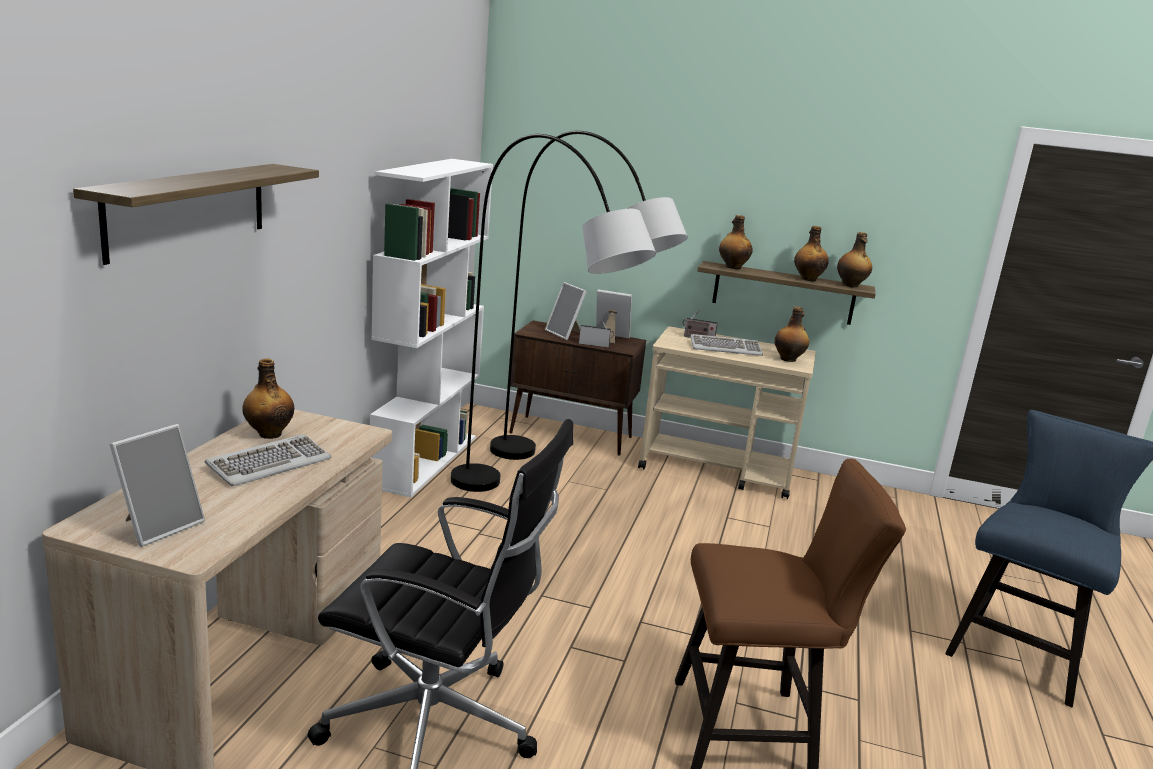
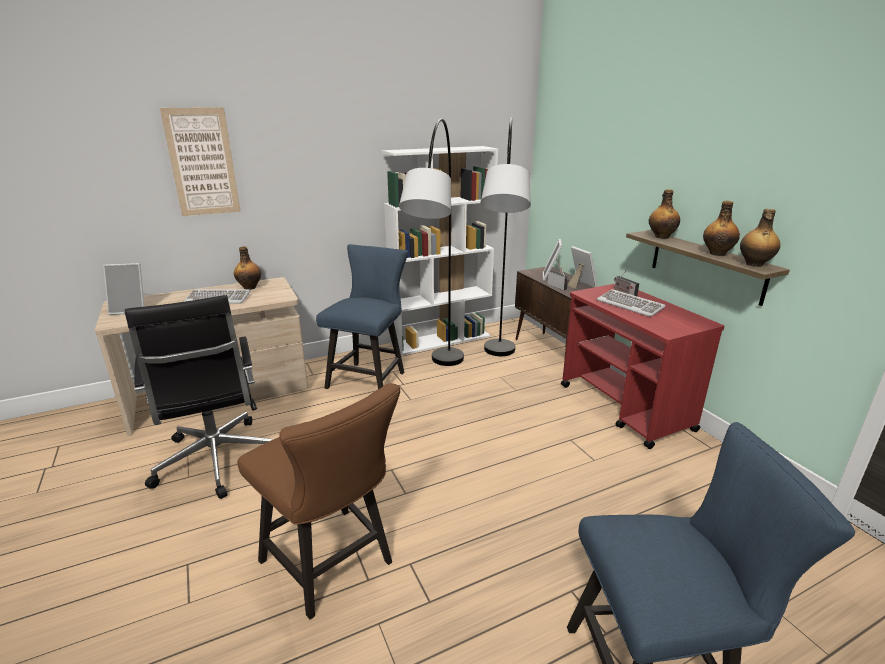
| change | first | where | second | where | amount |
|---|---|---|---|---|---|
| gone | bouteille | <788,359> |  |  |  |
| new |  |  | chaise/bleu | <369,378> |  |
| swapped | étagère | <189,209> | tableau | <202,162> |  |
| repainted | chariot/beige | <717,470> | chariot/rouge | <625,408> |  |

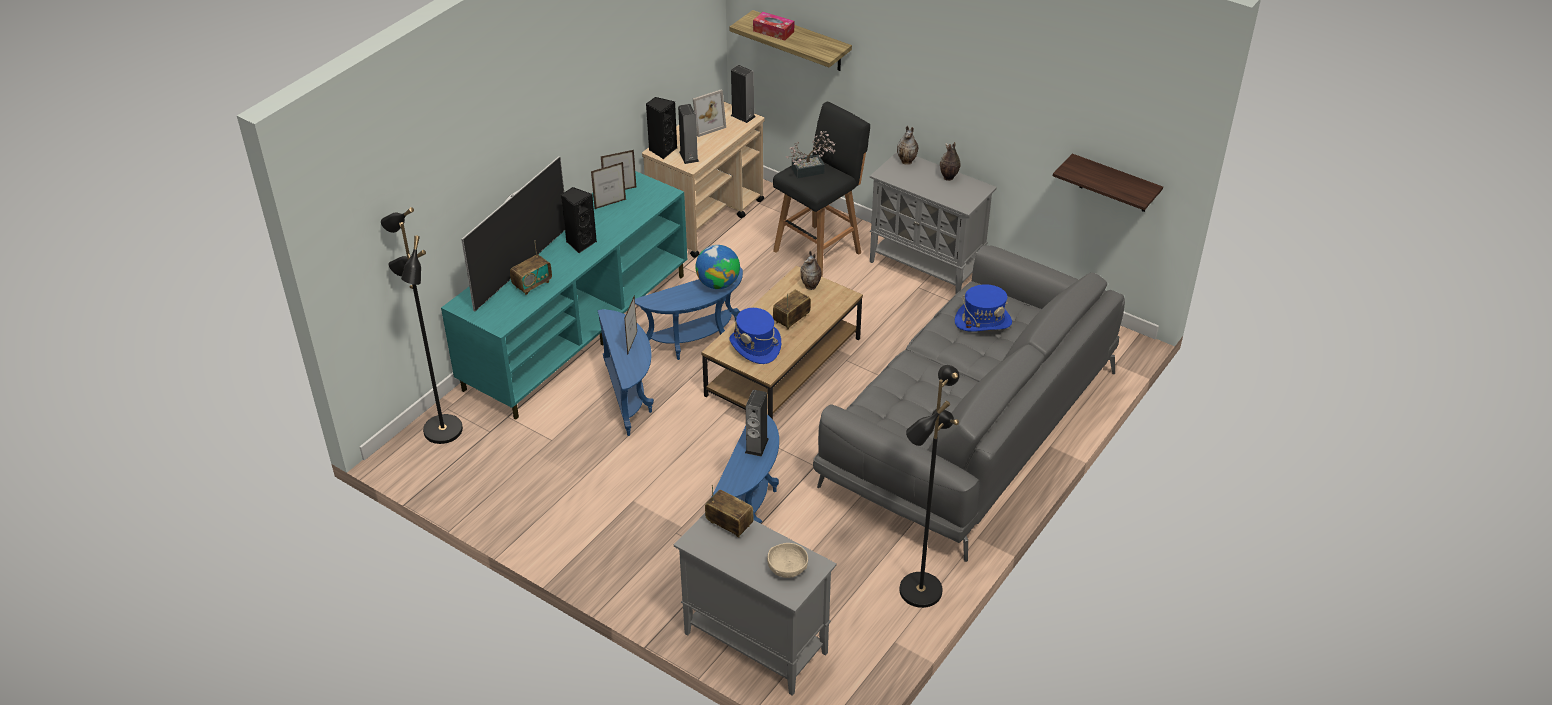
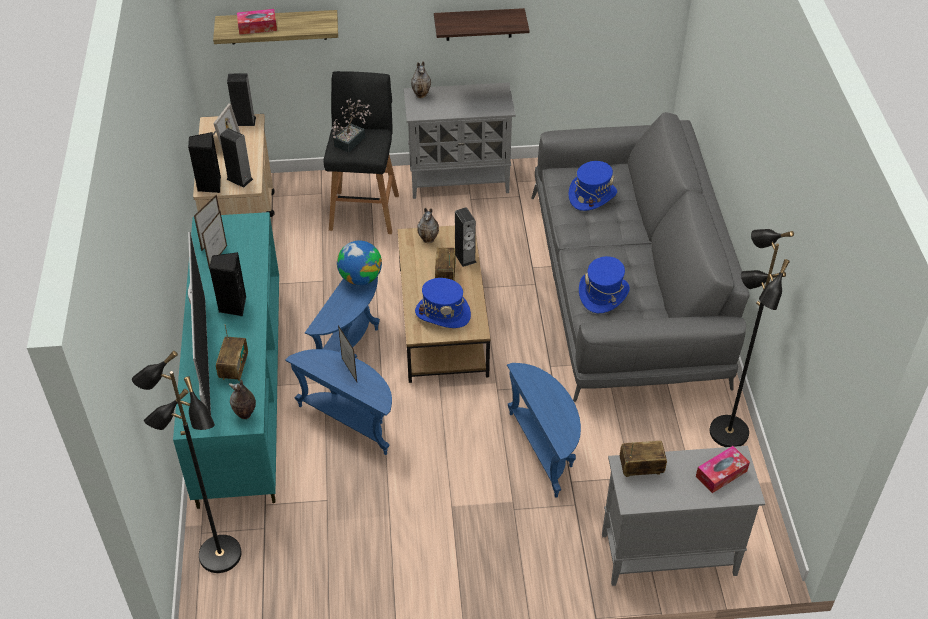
| change | first | where | second | where | amount |
|---|---|---|---|---|---|
| new |  |  | chapeau/bleu | <603,294> |  |
| shifted | enceinte | <756,446> |  | <465,257> |  |
| shifted | vase | <948,178> |  | <245,414> |  |
| shifted | étagère | <1114,184> |  | <479,24> |  |
| swapped | bol/beige | <787,568> | boîte à mouchoirs | <721,474> |  |

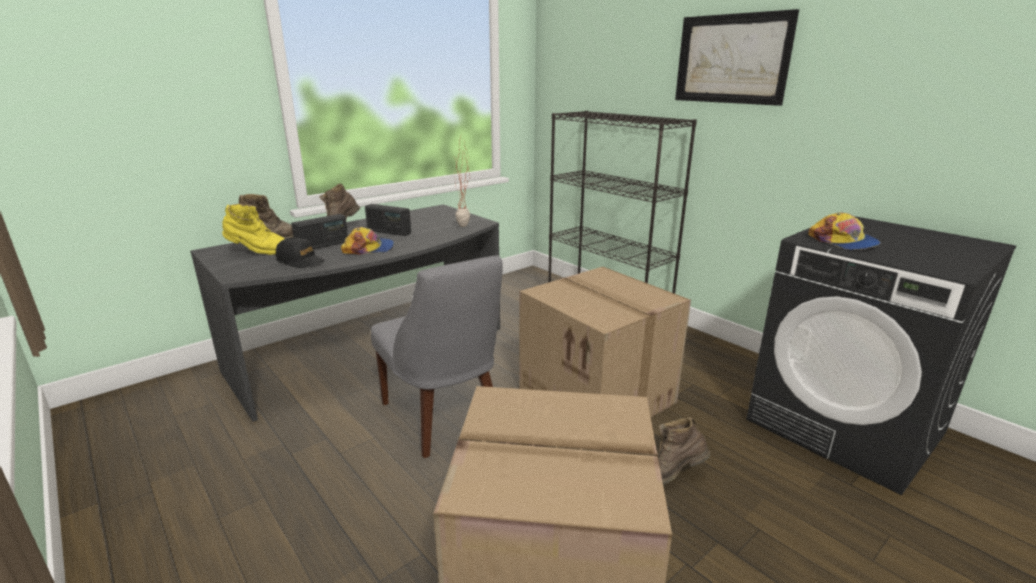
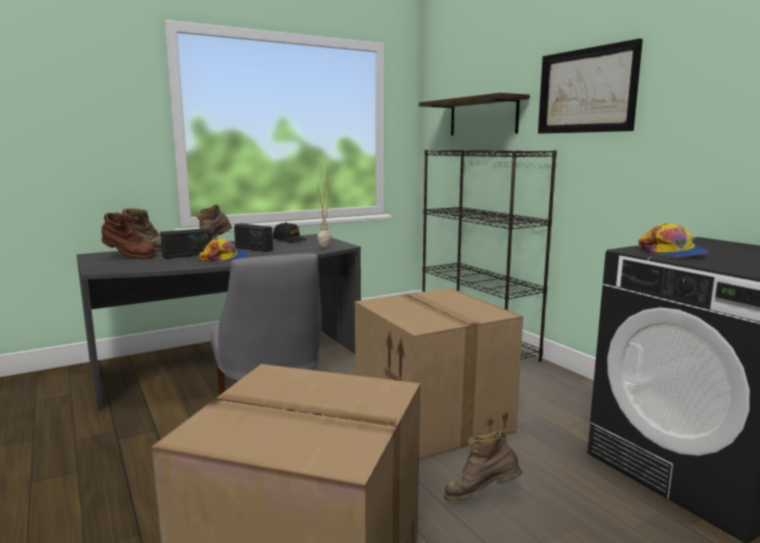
| change | first | where | second | where | amount |
|---|---|---|---|---|---|
| new |  |  | étagère | <483,117> |  |
| shifted | casquette/noir | <301,261> |  | <289,239> |  |
| repainted | botte/jaune | <257,252> | botte/marron | <129,257> |  |

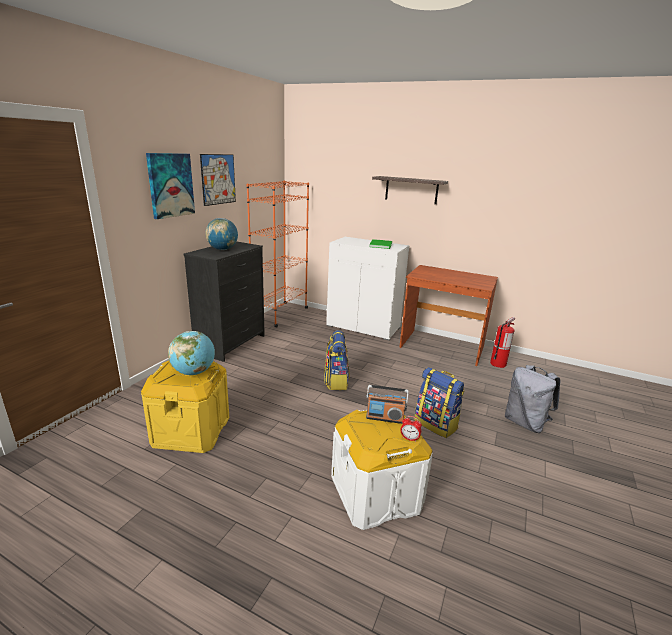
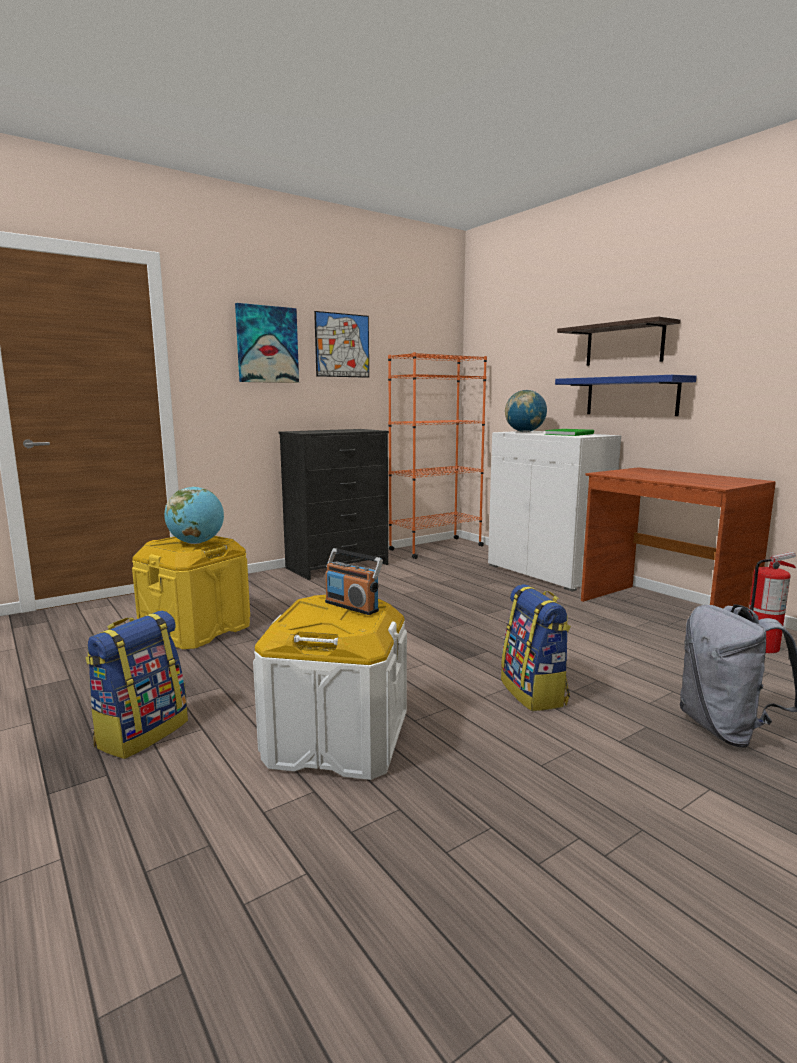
| change | first | where | second | where | amount |
|---|---|---|---|---|---|
| gone | réveil | <409,439> |  |  |  |
| new |  |  | étagère/bleu | <631,396> |  |
| shifted | globe | <222,249> |  | <524,432> |  |
| shifted | sac à dos | <336,381> |  | <142,733> |  |

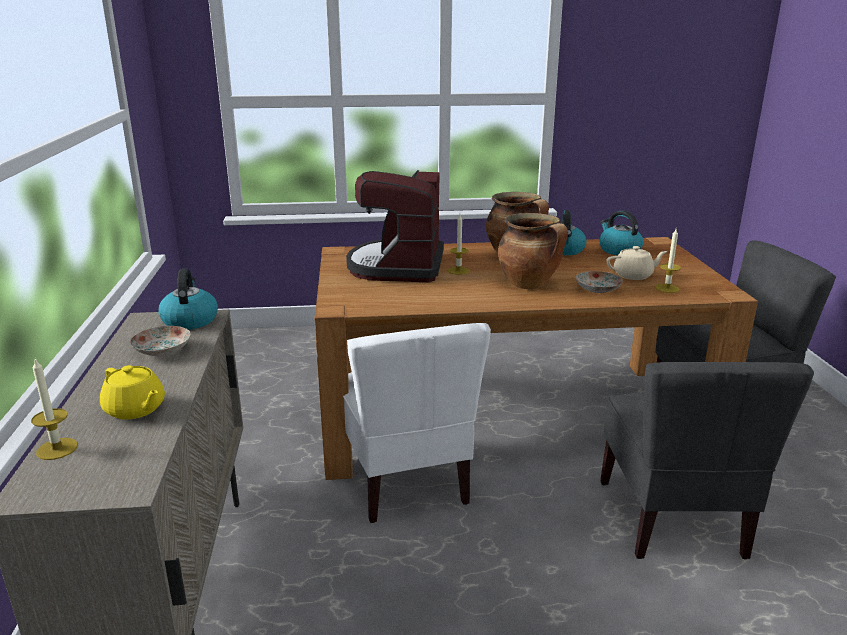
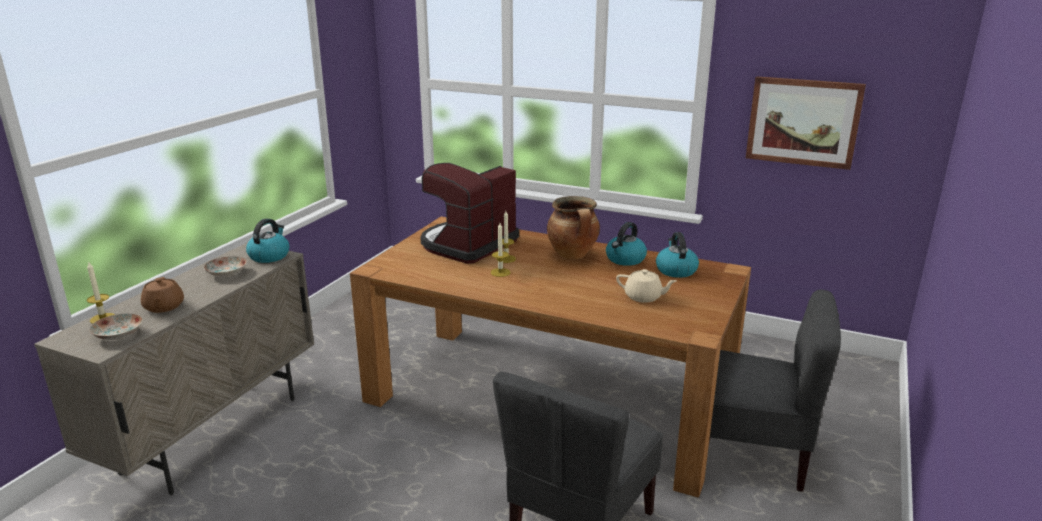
| change | first | where | second | where | amount |
|---|---|---|---|---|---|
| gone | chaise/blanc | <405,481> |  |  |  |
| gone | marmite | <530,284> |  |  |  |
| new |  |  | tableau | <803,122> |  |
| shifted | assiette | <597,290> |  | <118,335> |  |
| shifted | bougie | <667,288> |  | <500,272> |  |
| repainted | théière/jaune | <135,409> | théière/marron | <163,307> |  |

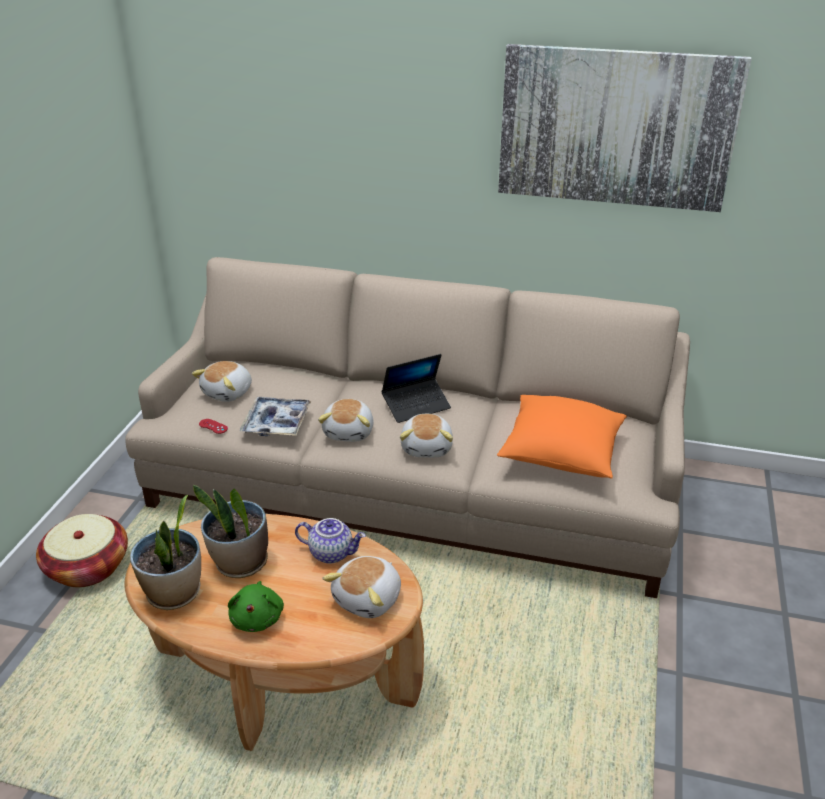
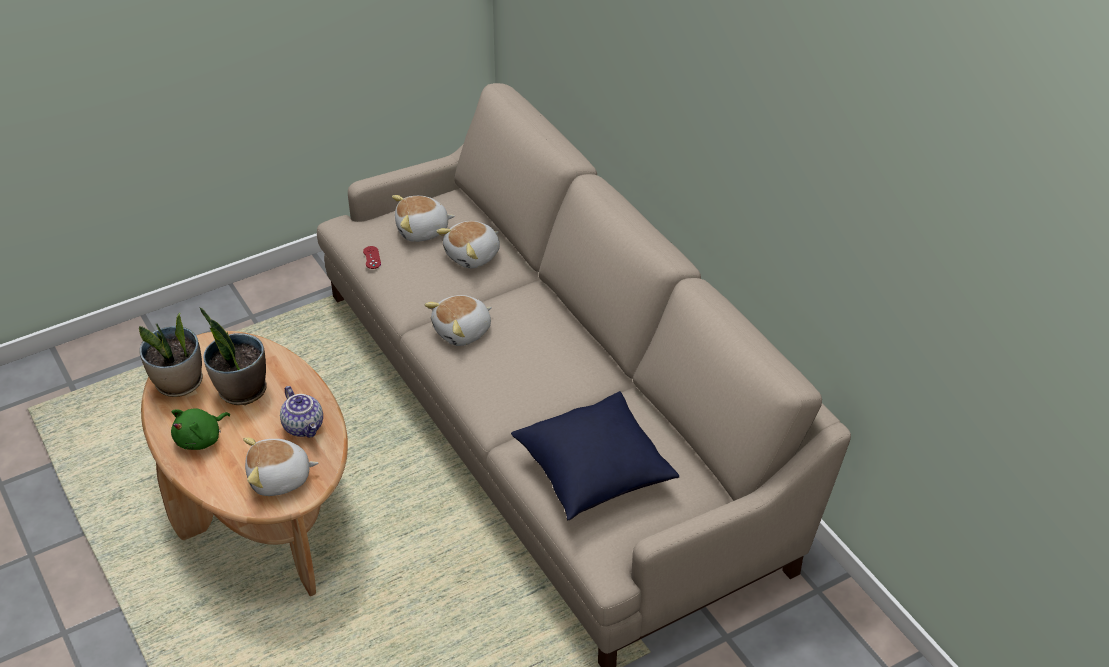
| change | first | where | second | where | amount |
|---|---|---|---|---|---|
| gone | panier | <88,567> |  |  |  |
| gone | plateau | <276,423> |  |  |  |
| gone | ordinateur portable | <416,406> |  |  |  |
| gone | tableau | <616,128> |  |  |  |
| shifted | peluche | <427,447> |  | <473,256> |  |
| repainted | coussin/orange | <561,454> | coussin/bleu | <593,472> |  |

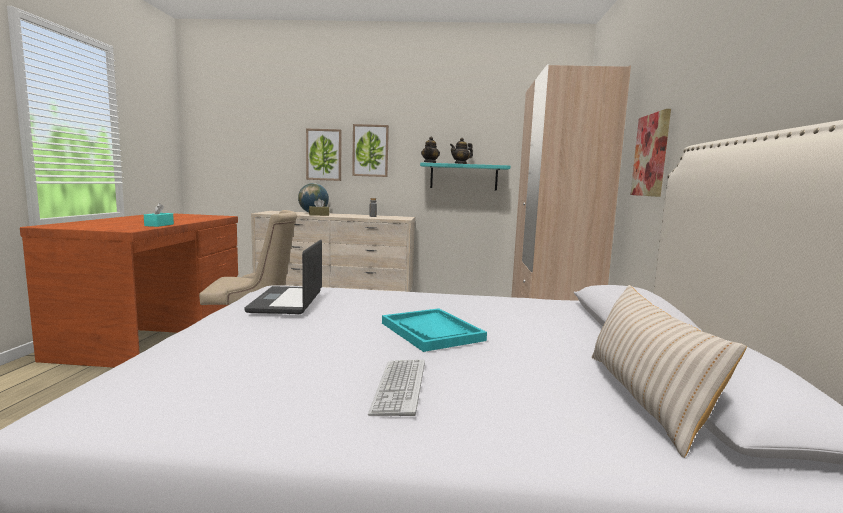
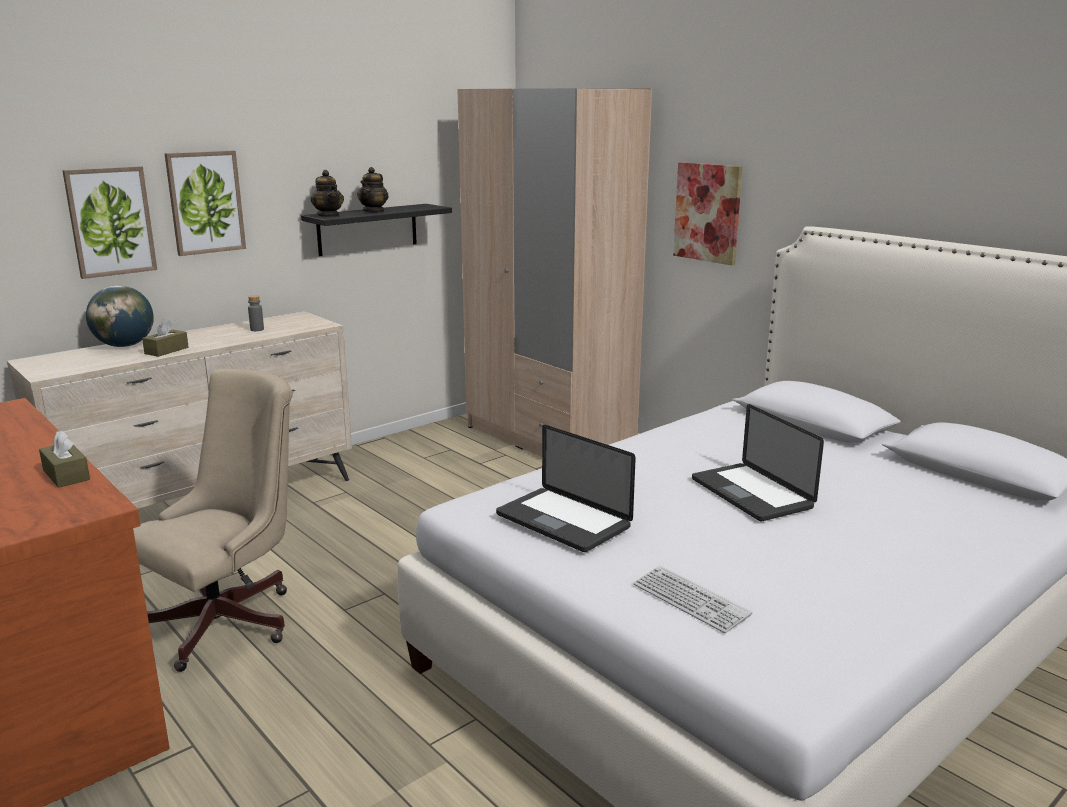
| change | first | where | second | where | amount |
|---|---|---|---|---|---|
| gone | coussin/beige | <643,397> |  |  |  |
| shifted | clavier | <399,387> |  | <690,600> |  |
| swapped | plateau/turquoise | <432,331> | ordinateur portable | <751,493> |  |
| repainted | boîte à mouchoirs/turquoise | <159,225> | boîte à mouchoirs/marron | <66,475> |  |
| repainted | étagère/turquoise | <463,177> | étagère/noir | <367,229> |  |

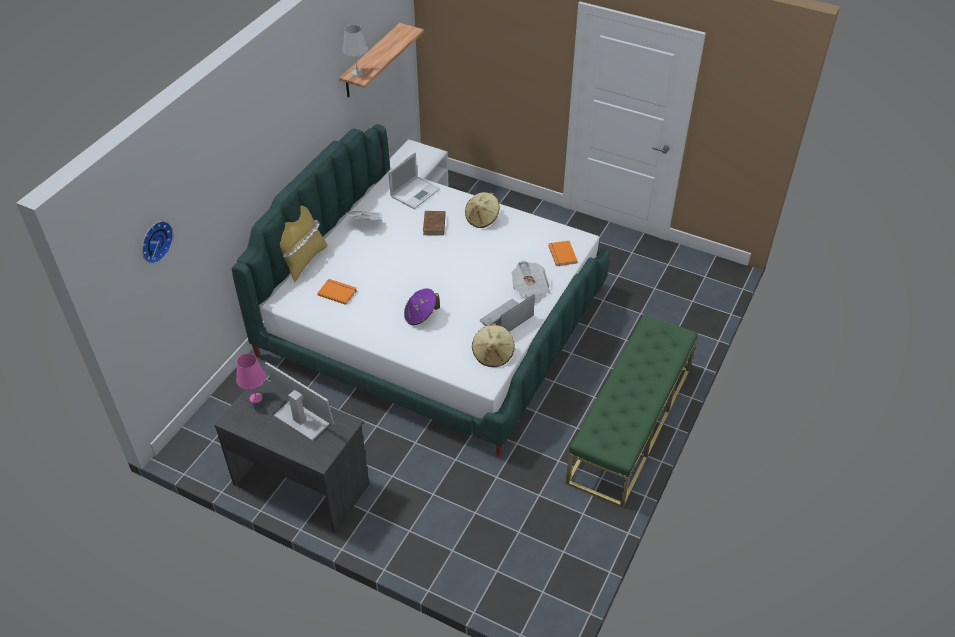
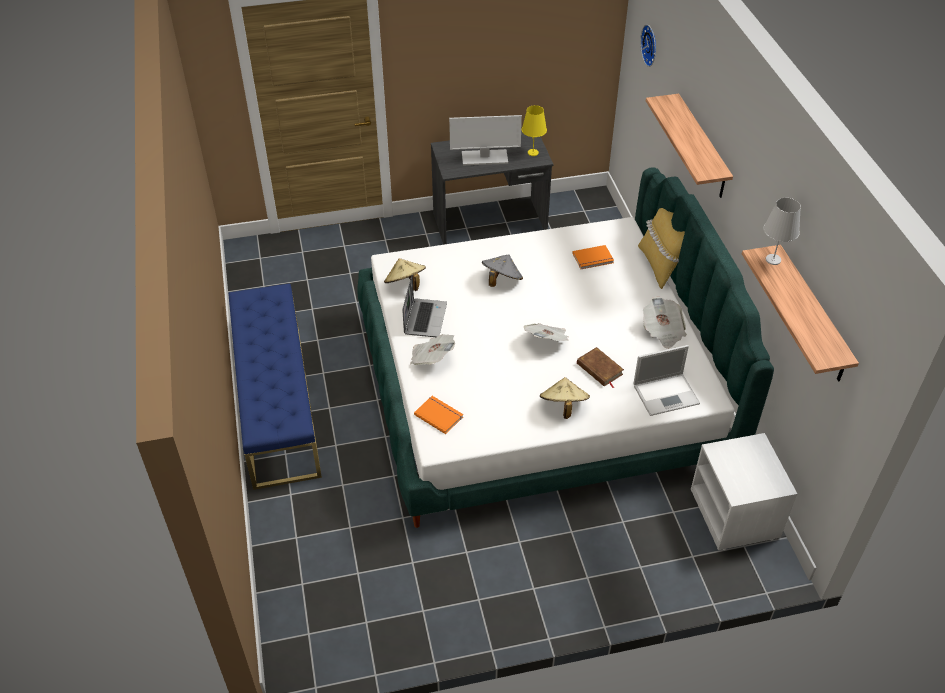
| change | first | where | second | where | amount |
|---|---|---|---|---|---|
| new |  |  | journal | <547,340> |  |
| new |  |  | étagère | <702,147> |  |
| repainted | lampe de table/rose | <256,398> | lampe de table/jaune | <533,153> |  |
| repainted | chapeau/violet | <420,315> | chapeau/gris | <501,280> |  |
| repainted | banc/vert | <630,425> | banc/bleu | <277,402> |  |
| rotated | ordinateur portable | <415,192> |  | <667,394> | 105 degrees counterclockwise |

